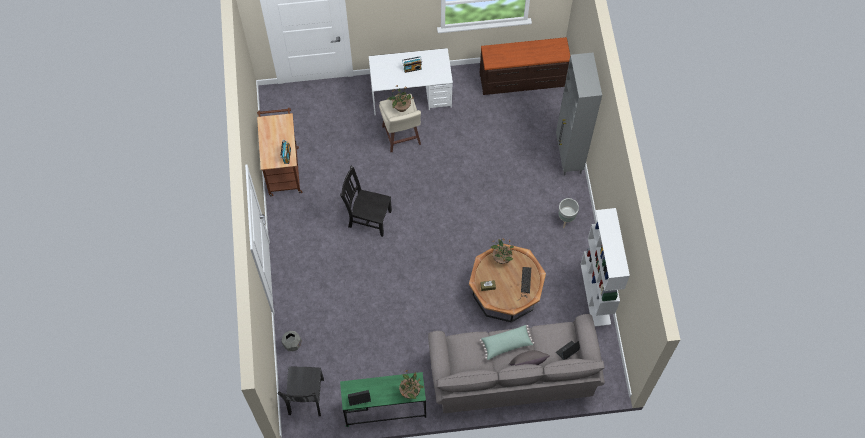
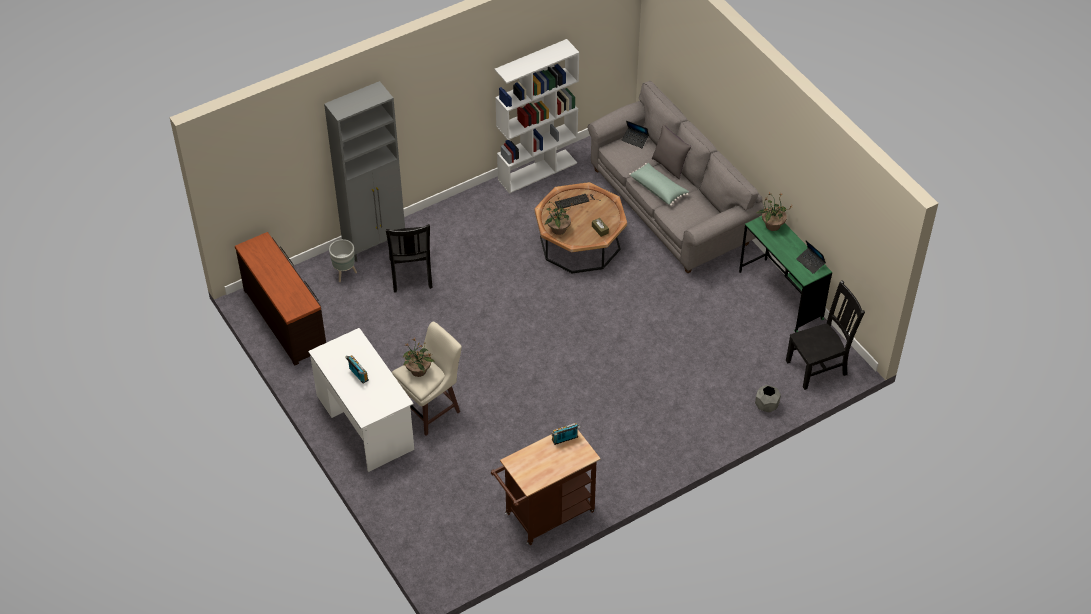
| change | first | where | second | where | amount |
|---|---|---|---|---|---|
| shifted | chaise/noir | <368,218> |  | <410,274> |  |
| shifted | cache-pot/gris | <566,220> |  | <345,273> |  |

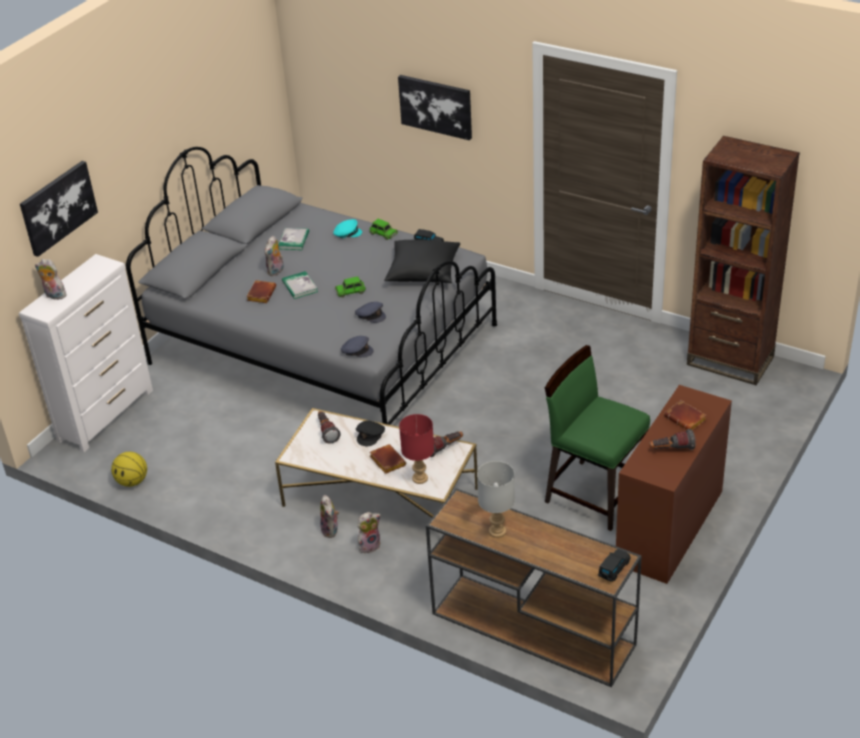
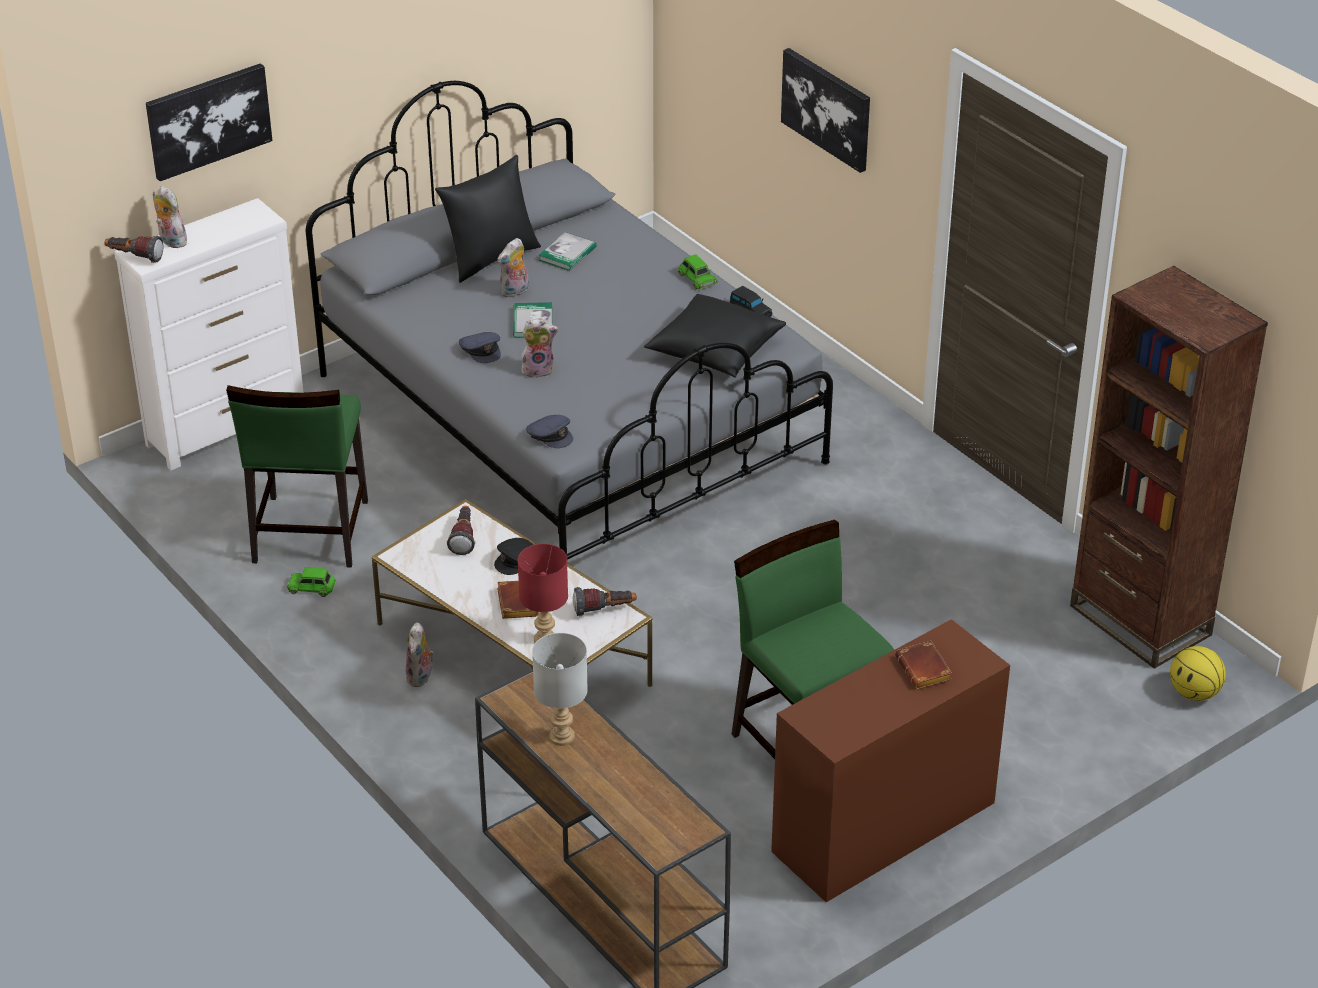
| change | first | where | second | where | amount |
|---|---|---|---|---|---|
| gone | livre/marron | <261,294> |  |  |  |
| gone | casquette/turquoise | <347,233> |  |  |  |
| gone | petite voiture/noir | <613,570> |  |  |  |
| new |  |  | chaise/vert | <309,532> |  |
| new |  |  | coussin/noir | <490,258> |  |
| shifted | ballon de basket | <132,481> |  | <1194,693> |  |
| shifted | petite voiture/vert | <350,291> |  | <312,587> |  |
| shifted | casquette/gris | <371,315> |  | <481,350> |  |
| shifted | peluche | <369,545> |  | <538,369> |  |
| shifted | lampe de poche | <671,449> |  | <134,257> |  |

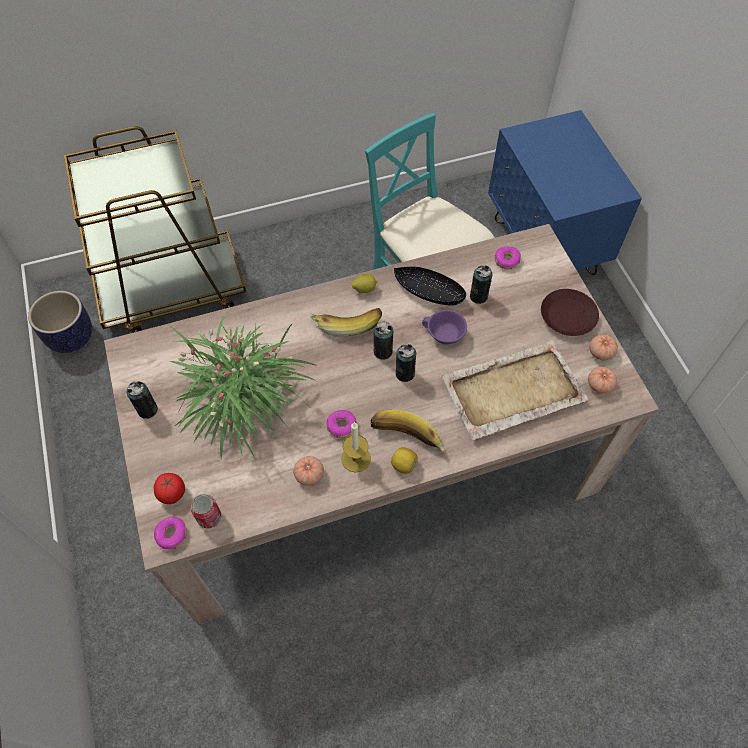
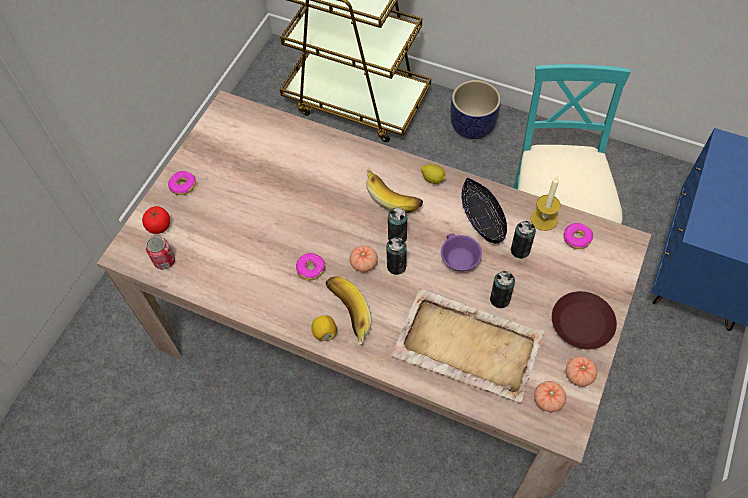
| change | first | where | second | where | amount |
|---|---|---|---|---|---|
| gone | plante en pot | <241,399> |  |  |  |
| shifted | cache-pot | <71,337> |  | <473,126> |  |
| shifted | boîte métallique | <147,410> |  | <500,299> |  |
| shifted | beignet | <171,535> |  | <183,185> |  |
| shifted | tomate | <309,475> |  | <364,263> |  |
| shifted | bougie | <356,458> |  | <544,219> |  |

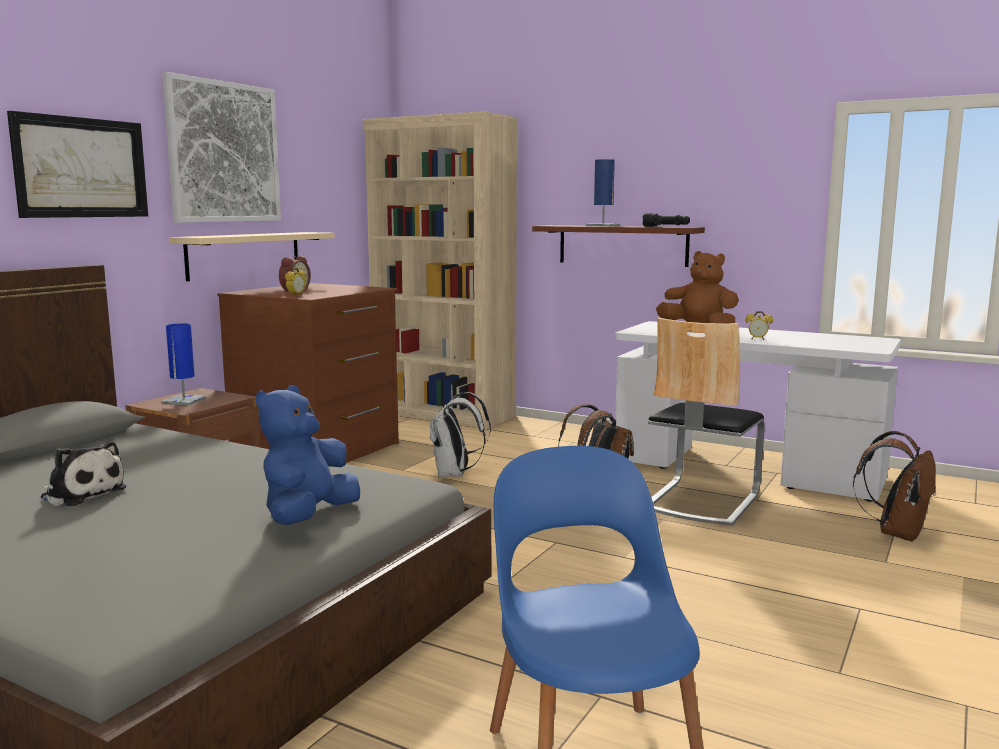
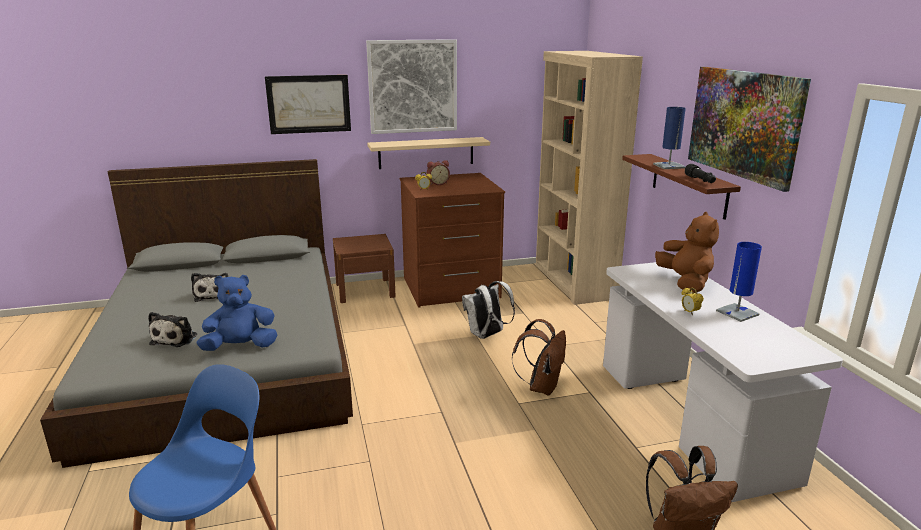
| change | first | where | second | where | amount |
|---|---|---|---|---|---|
| gone | chaise | <700,500> |  |  |  |
| new |  |  | peluche | <176,338> |  |
| new |  |  | tableau | <743,124> |  |
| shifted | lampe de table/bleu | <184,401> |  | <737,313> |  |

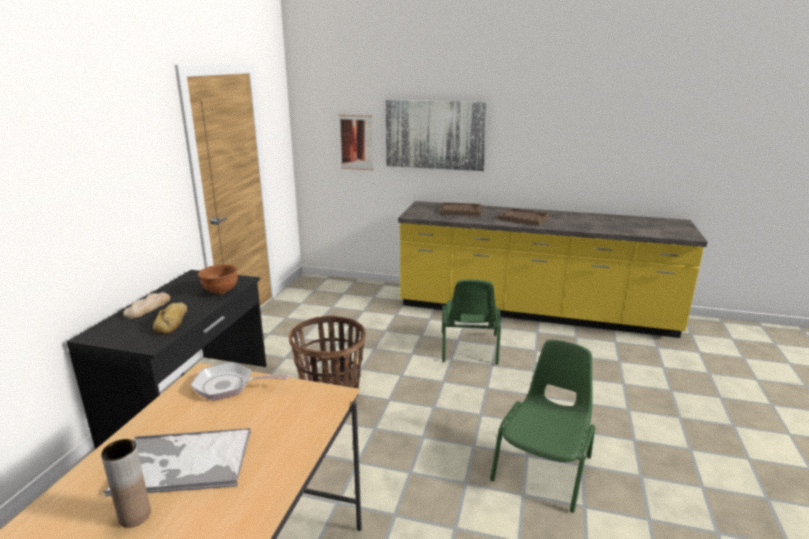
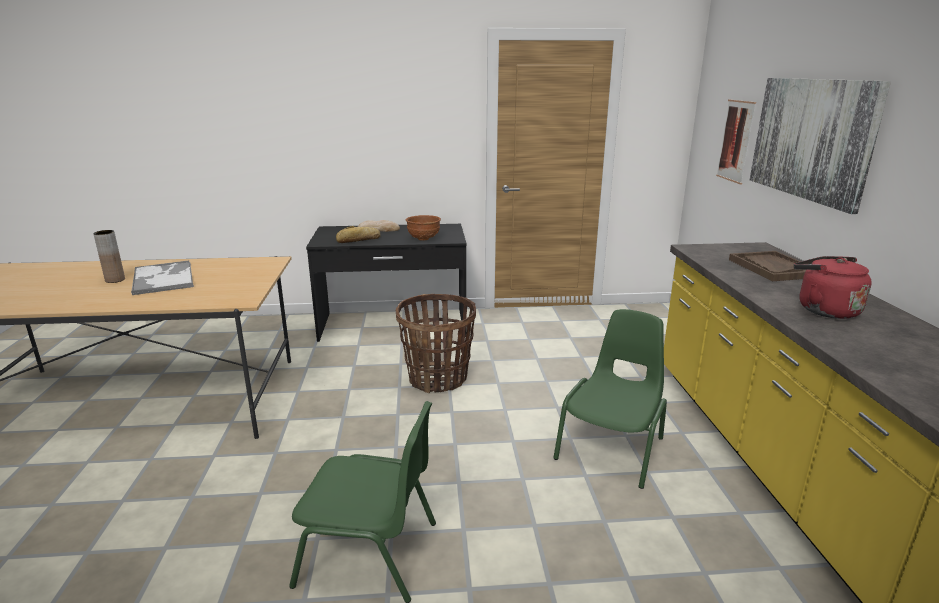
| change | first | where | second | where | amount |
|---|---|---|---|---|---|
| gone | poêle | <228,386> |  |  |  |
| swapped | plateau/marron | <523,218> | bouilloire/rouge | <823,310> |  |
| rotated | chaise/vert | <469,348> |  | <612,448> | 135 degrees clockwise |

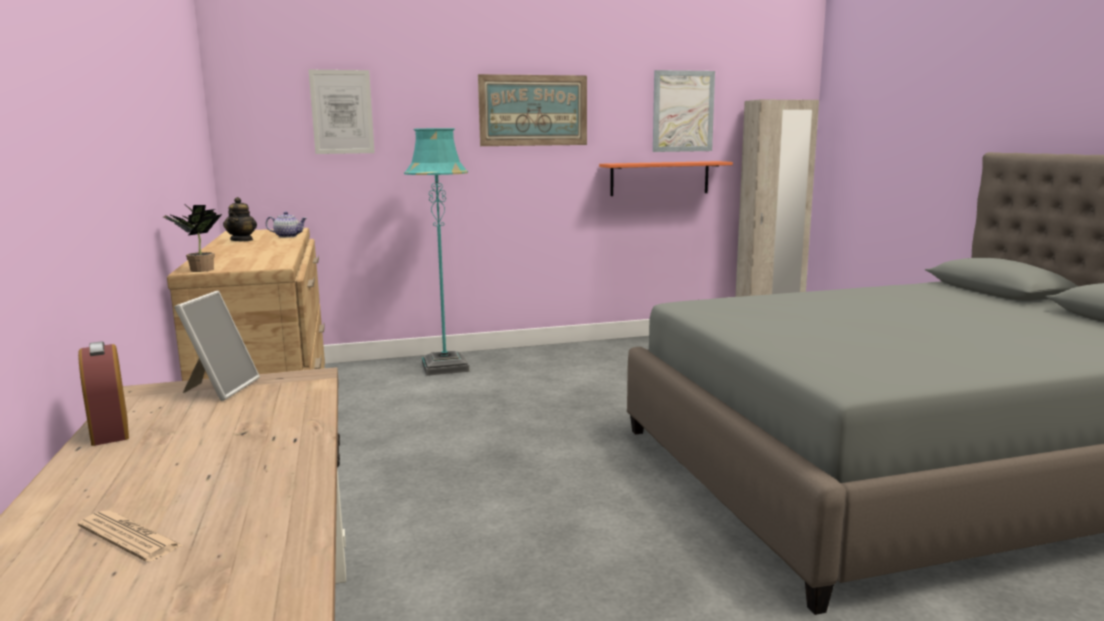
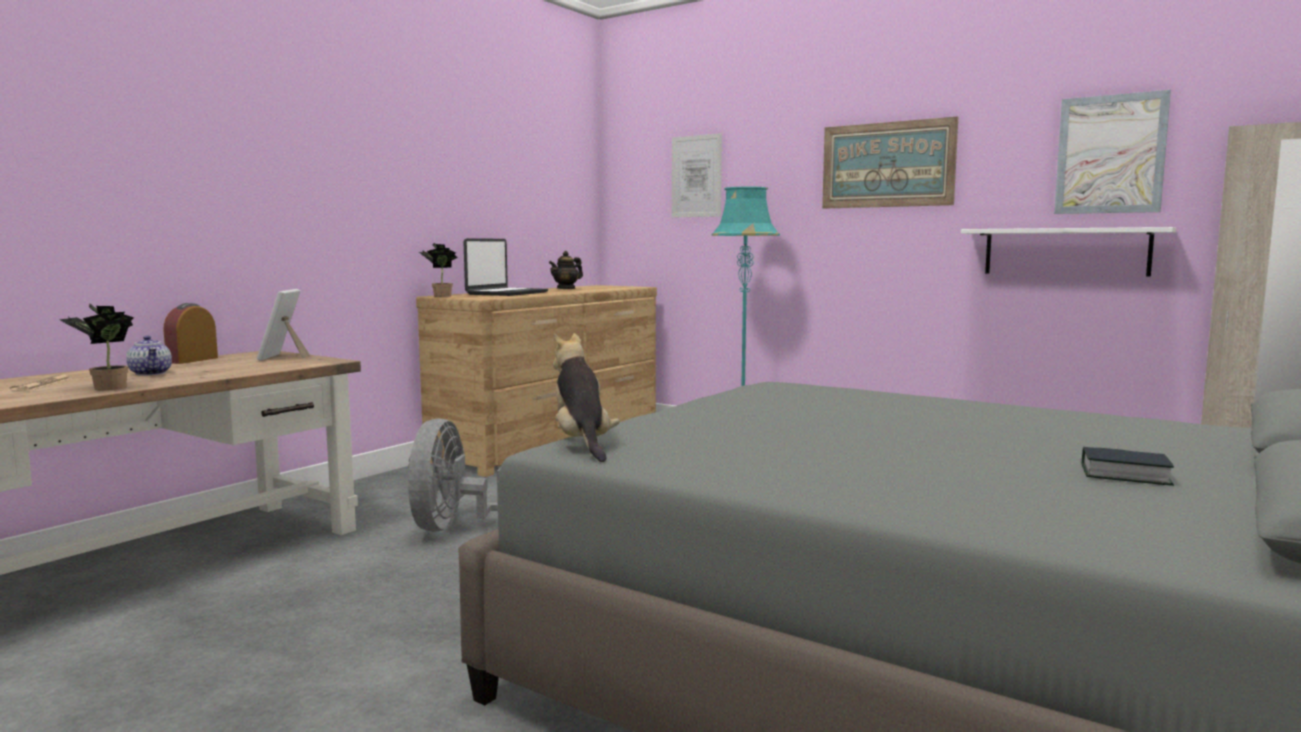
| change | first | where | second | where | amount |
|---|---|---|---|---|---|
| new |  |  | plante en pot | <105,388> |  |
| new |  |  | ventilateur/gris | <455,527> |  |
| new |  |  | ordinateur portable | <506,293> |  |
| new |  |  | peluche | <582,444> |  |
| new |  |  | livre | <1124,475> |  |
| shifted | théière | <288,236> |  | <151,373> |  |
| repainted | étagère/orange | <659,178> | étagère/blanc | <1065,251> |  |
| rotated | cadre photo | <220,388> |  | <284,357> | 120 degrees clockwise |

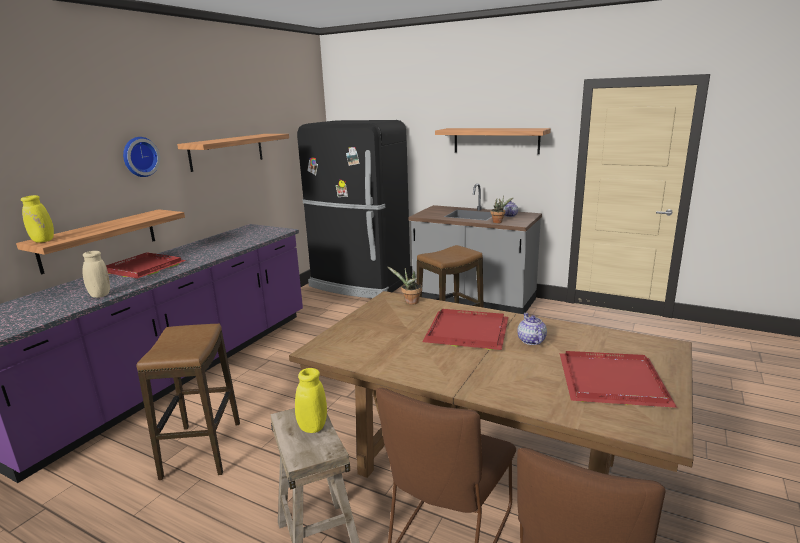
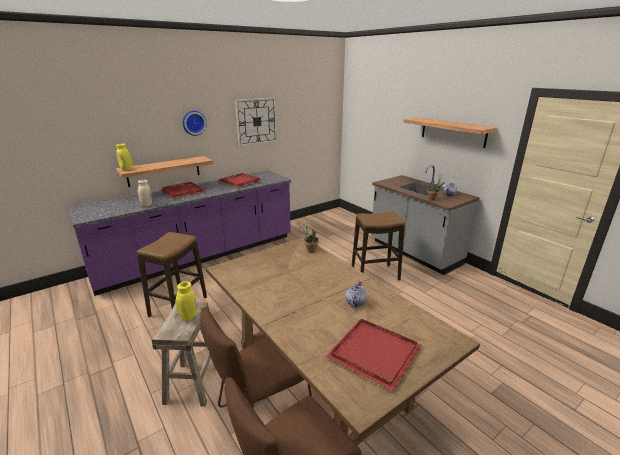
| change | first | where | second | where | amount |
|---|---|---|---|---|---|
| gone | réfrigérateur/noir | <359,284> |  |  |  |
| shifted | plateau/rouge | <468,332> |  | <240,182> |  |
| swapped | étagère | <227,151> | horloge murale | <256,121> |  |

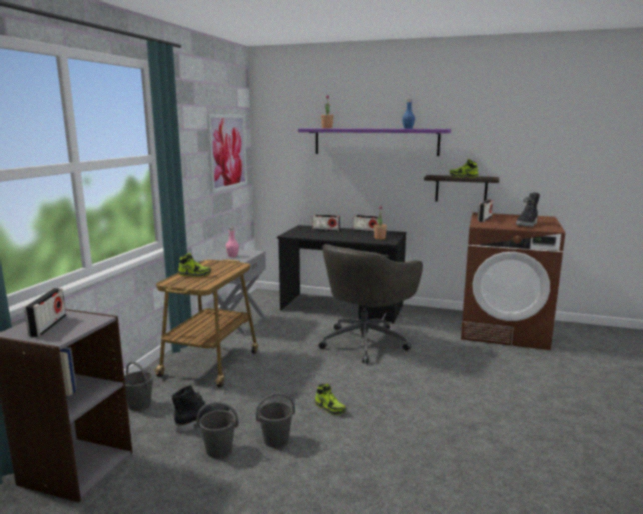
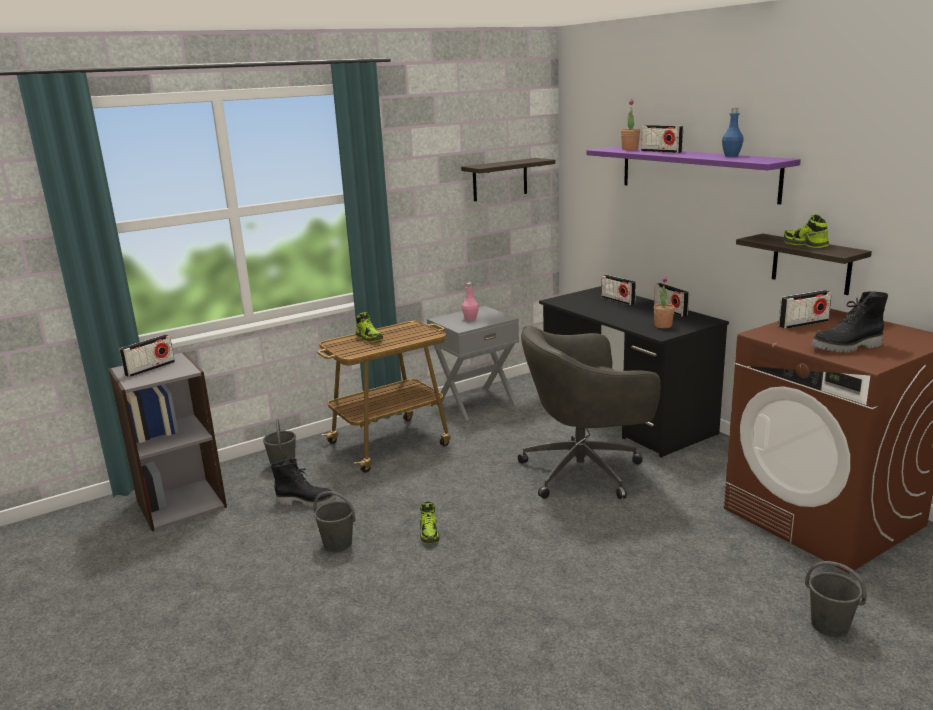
| change | first | where | second | where | amount |
|---|---|---|---|---|---|
| new |  |  | radio | <661,151> |  |
| shifted | seau/gris | <219,450> |  | <830,626> |  |
| swapped | tableau | <227,152> | étagère | <500,179> |  |

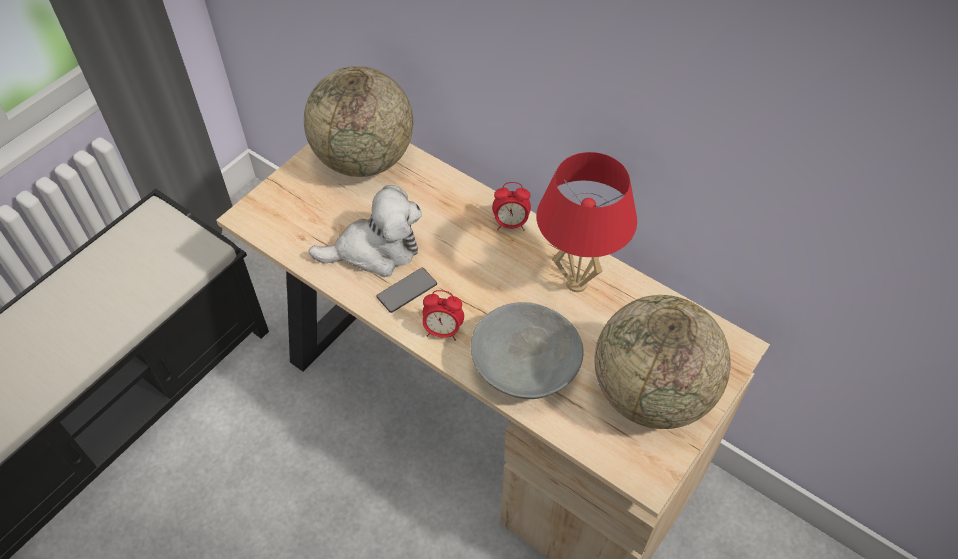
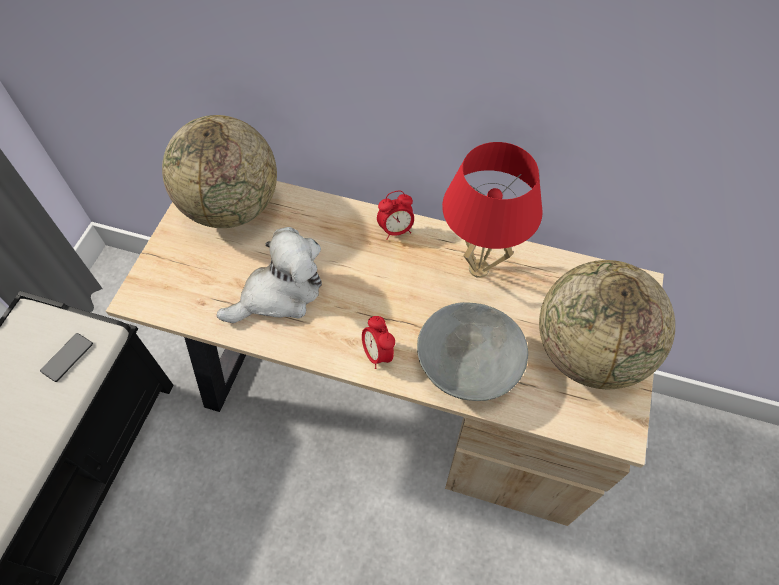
| change | first | where | second | where | amount |
|---|---|---|---|---|---|
| shifted | téléphone | <407,290> |  | <67,357> |  |
| rotated | réveil | <443,331> |  | <378,353> | 75 degrees clockwise |

